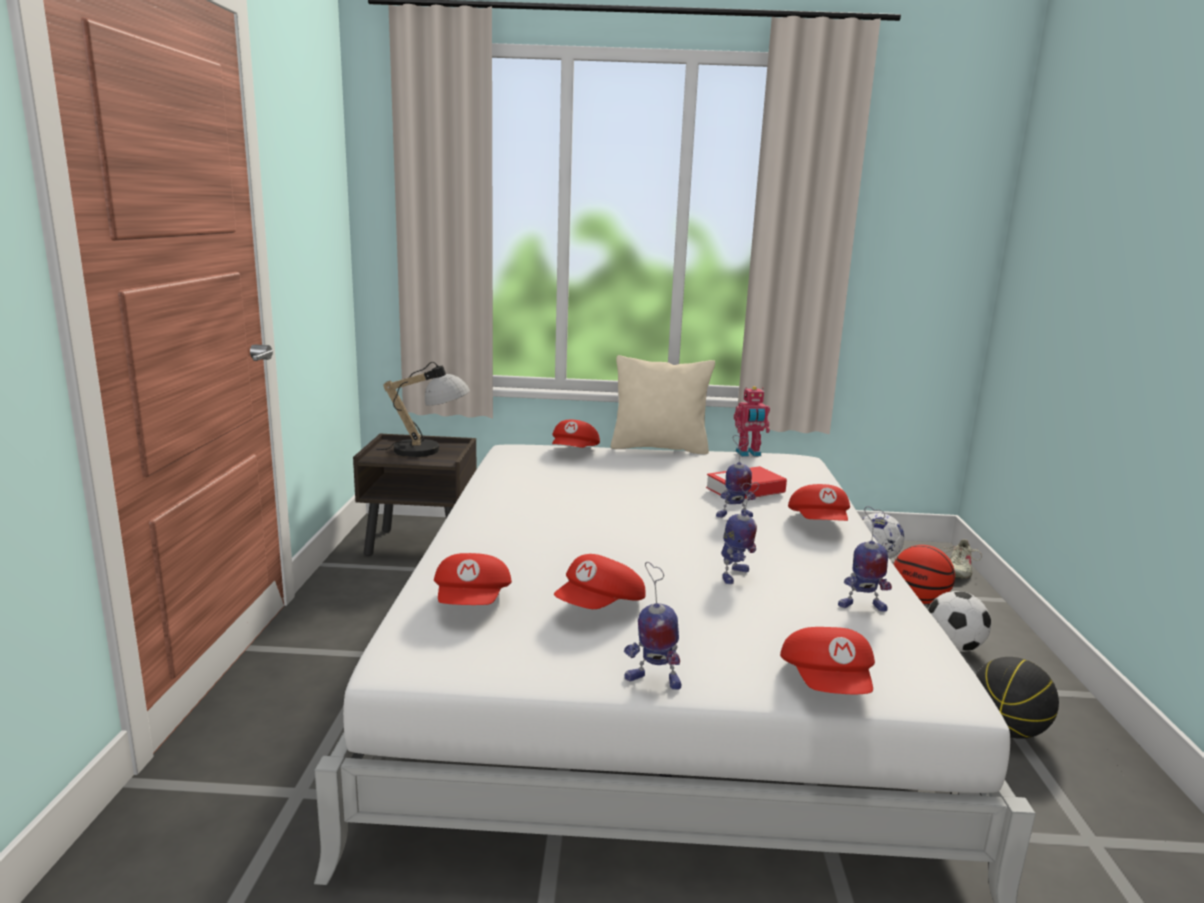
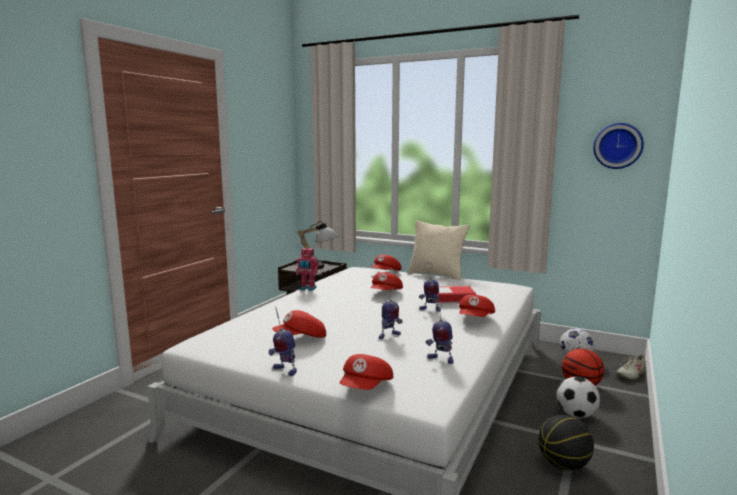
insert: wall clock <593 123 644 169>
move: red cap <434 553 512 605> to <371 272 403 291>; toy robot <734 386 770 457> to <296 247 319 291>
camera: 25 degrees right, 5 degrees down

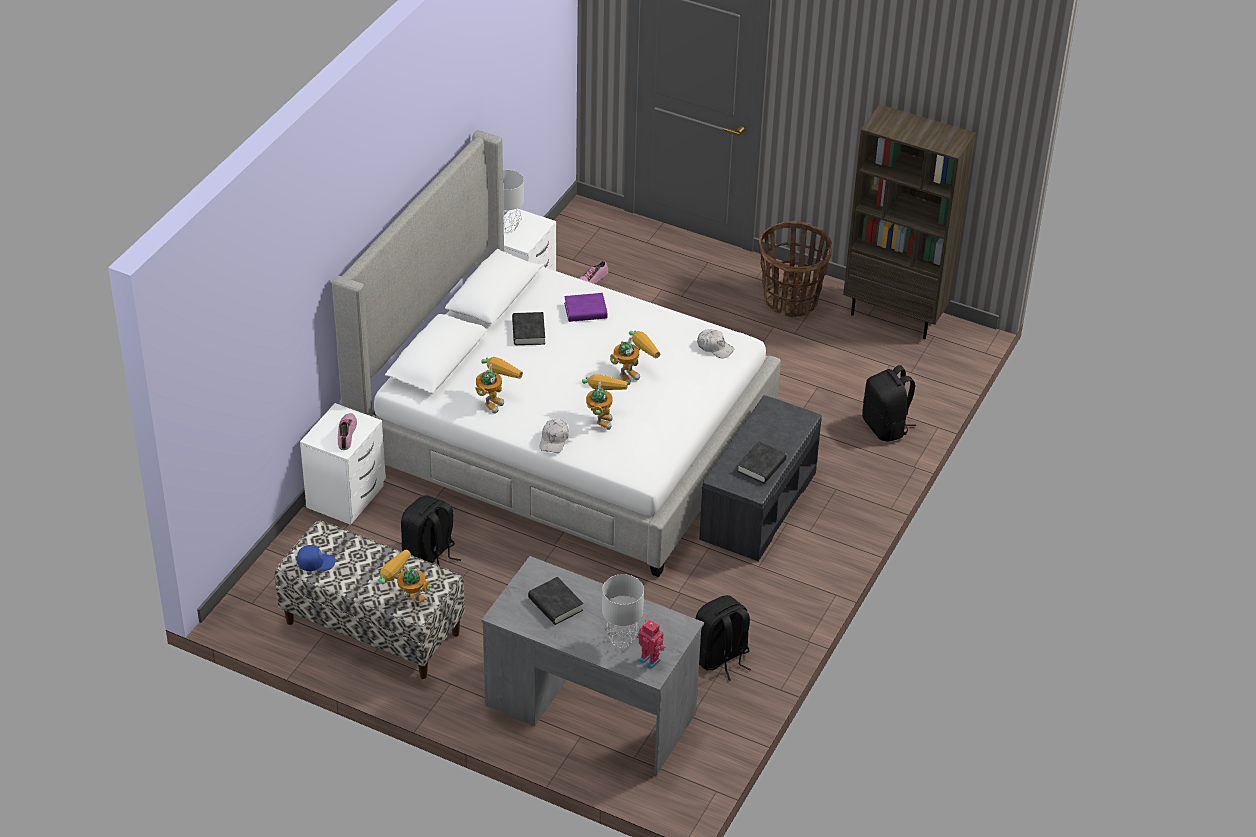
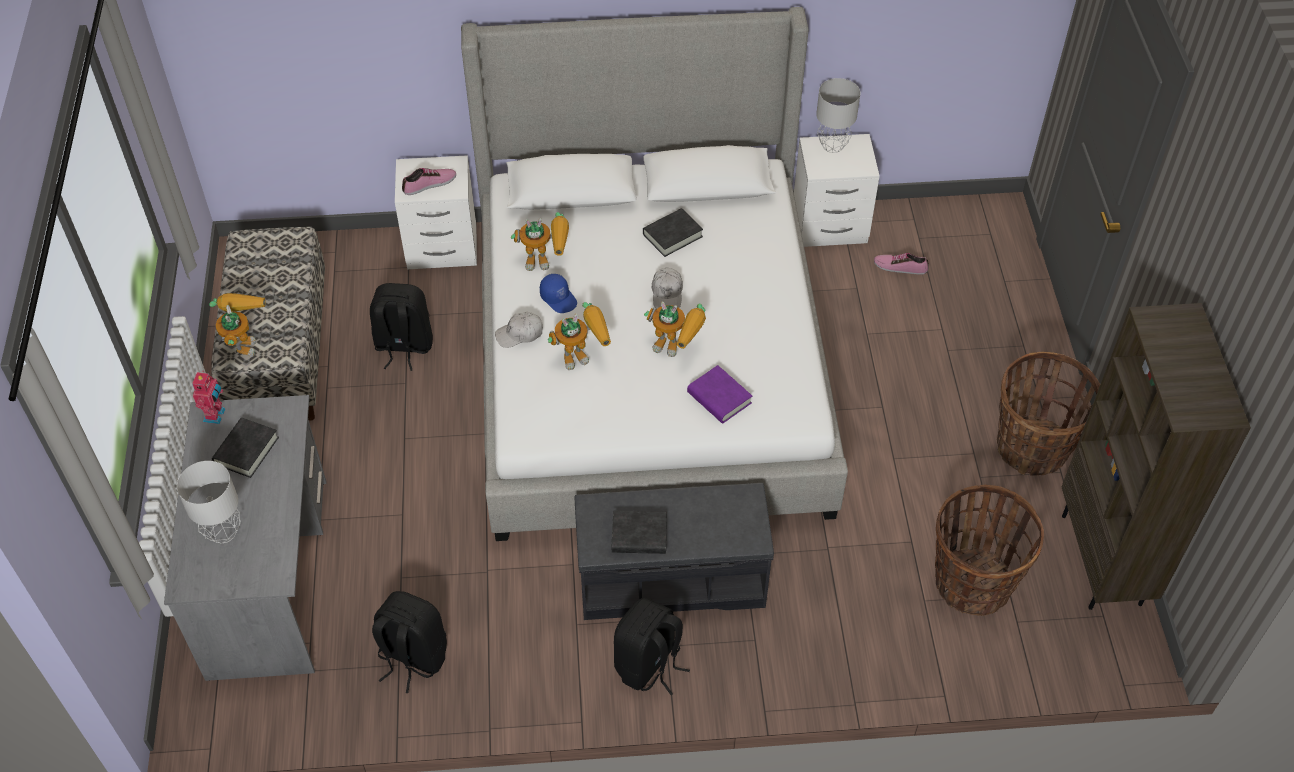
insert: basket <935 484 1044 616>
move: blue cap <297 545 336 571> to <540 274 577 313>; purple book <564 293 607 322> to <687 365 752 423>; toy robot <637 619 666 669> to <192 371 225 424>; white cap <697 329 734 359> to <651 268 683 309>; black backpack <862 365 916 441> to <614 597 690 695>
camera: 60 degrees right, 10 degrees up

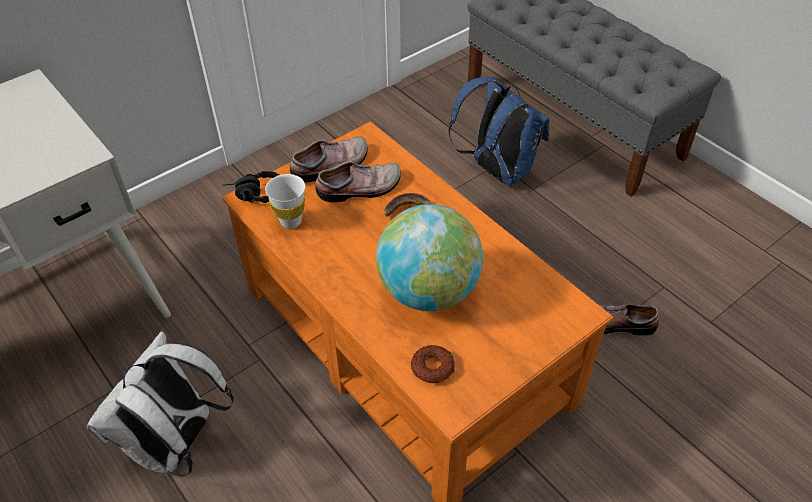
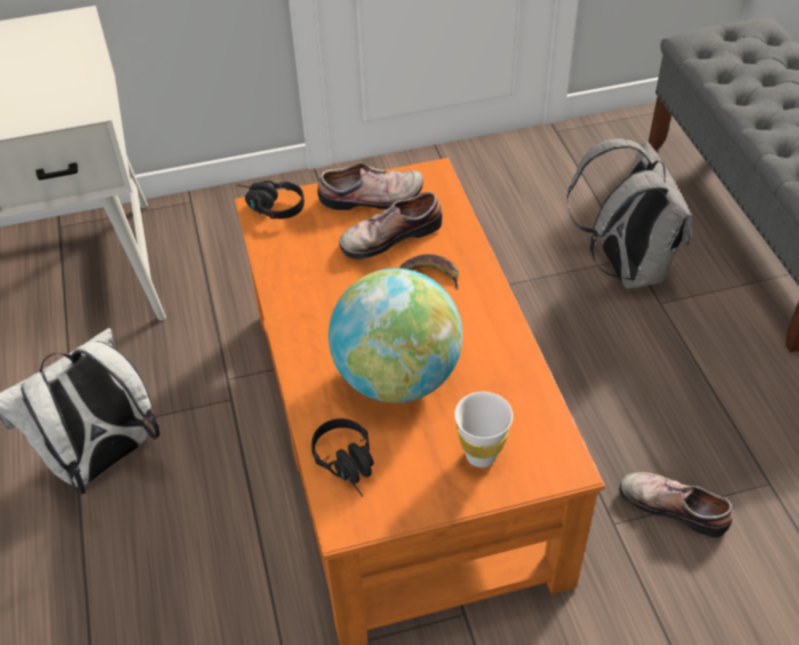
move: white cup <265 174 305 229> to <455 392 513 468>
replace: donut <411 345 454 383> to black headphones <311 419 374 497>
recolor: blue backpack <448 76 550 186> to grey backpack <567 138 692 289>
rotate: shoe <315 161 401 202> = <339 192 442 259> 150 degrees clockwise
camera: 25 degrees right, 0 degrees up

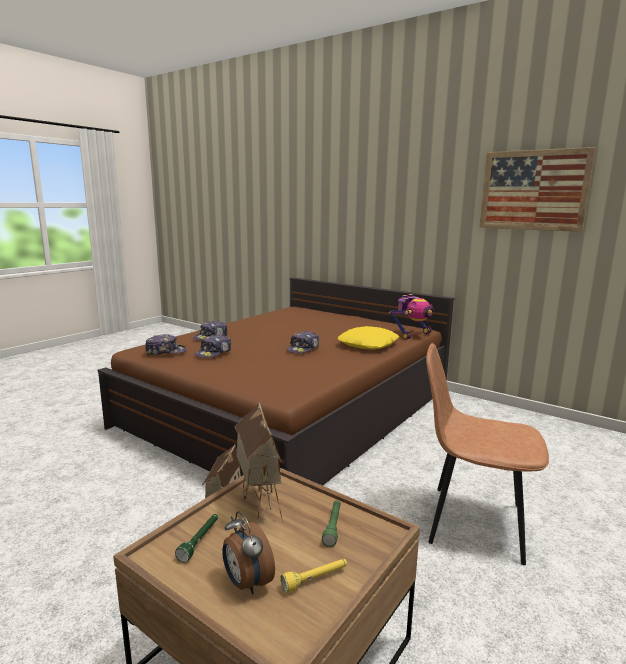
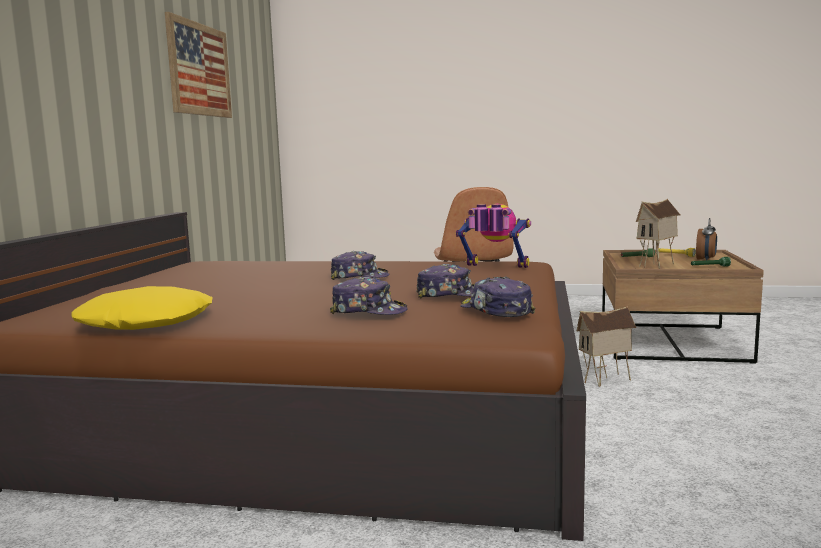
move: yellow pillow <338 326 399 350> to <71 286 212 330>; toy robot <388 294 434 340> to <455 204 531 268>
camera: 115 degrees left, 5 degrees down

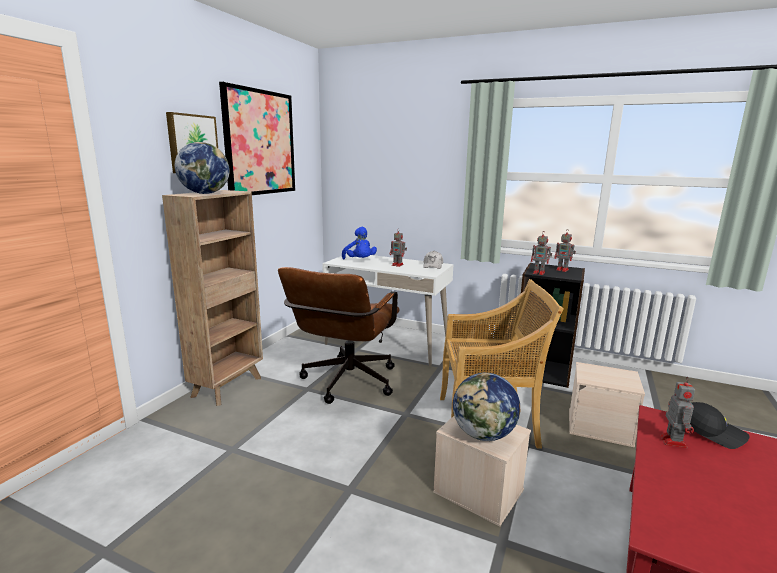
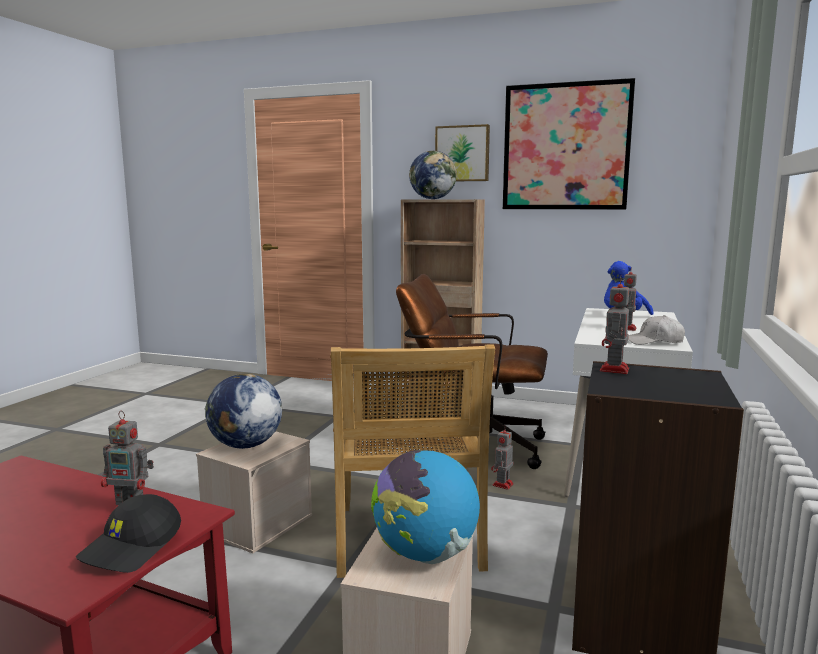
insert: globe <371 450 480 564>
move: toy robot <554 230 576 272> to <491 426 514 490>
camera: 85 degrees right, 5 degrees down

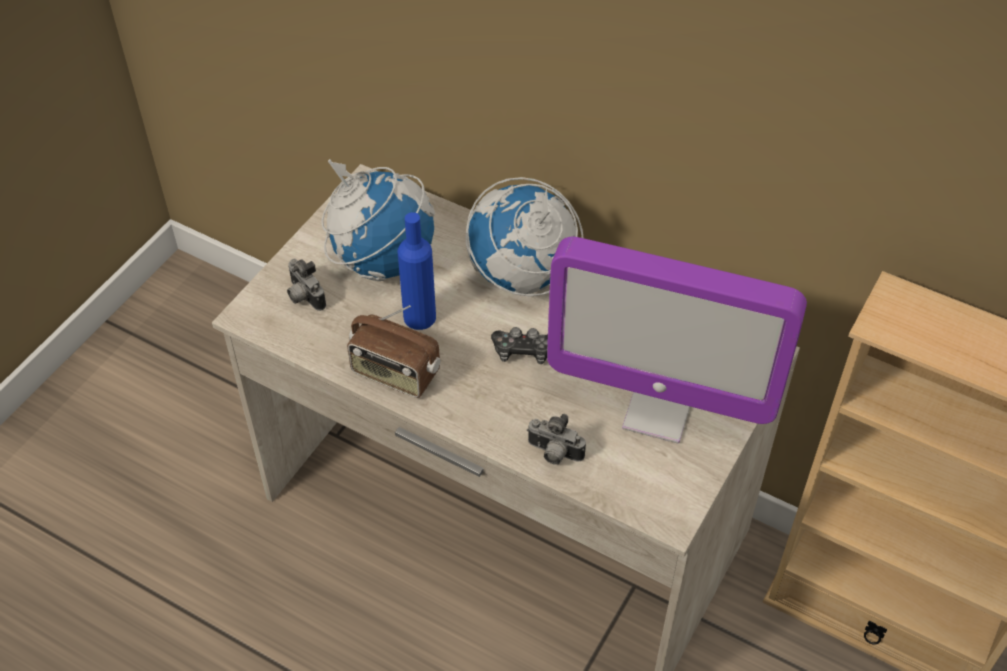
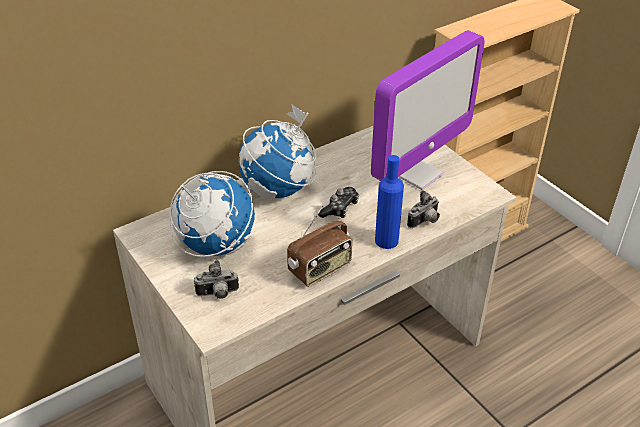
move: blue bottle <397 212 436 330> to <375 155 404 249>
camera: 65 degrees left, 10 degrees down

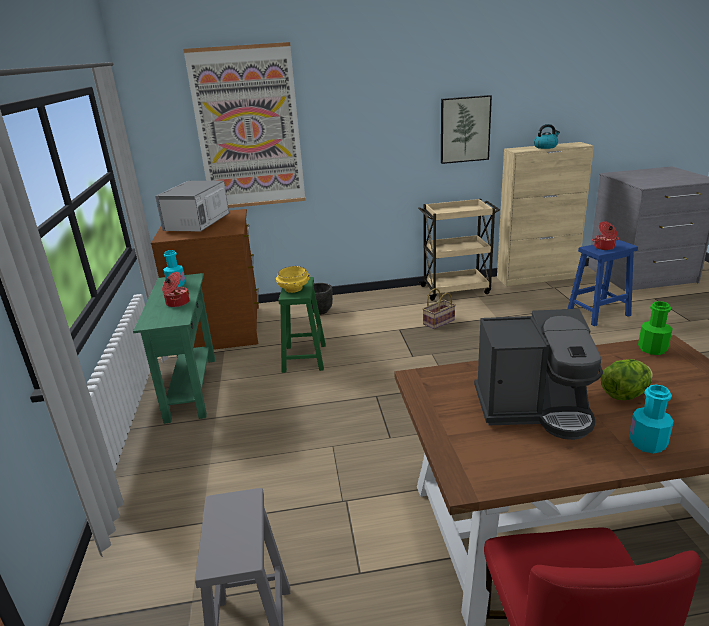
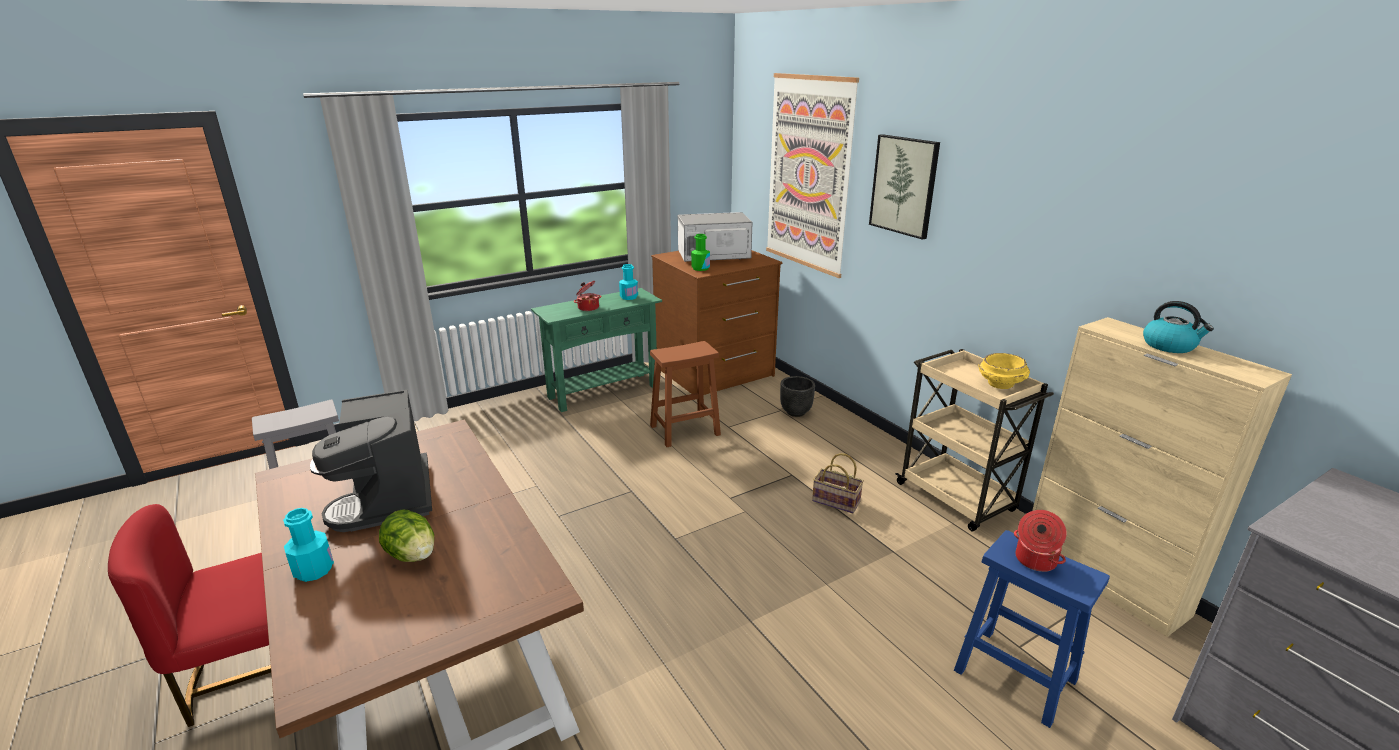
move: yellow bowl <276 266 310 293> to <978 353 1030 389>; picture <441 95 492 164> to <869 134 940 240>; green bottle <638 301 673 355> to <691 234 710 271>
recolor: green stool <279 277 326 373> to brown stool <650 341 721 447>
camera: 65 degrees right, 0 degrees up

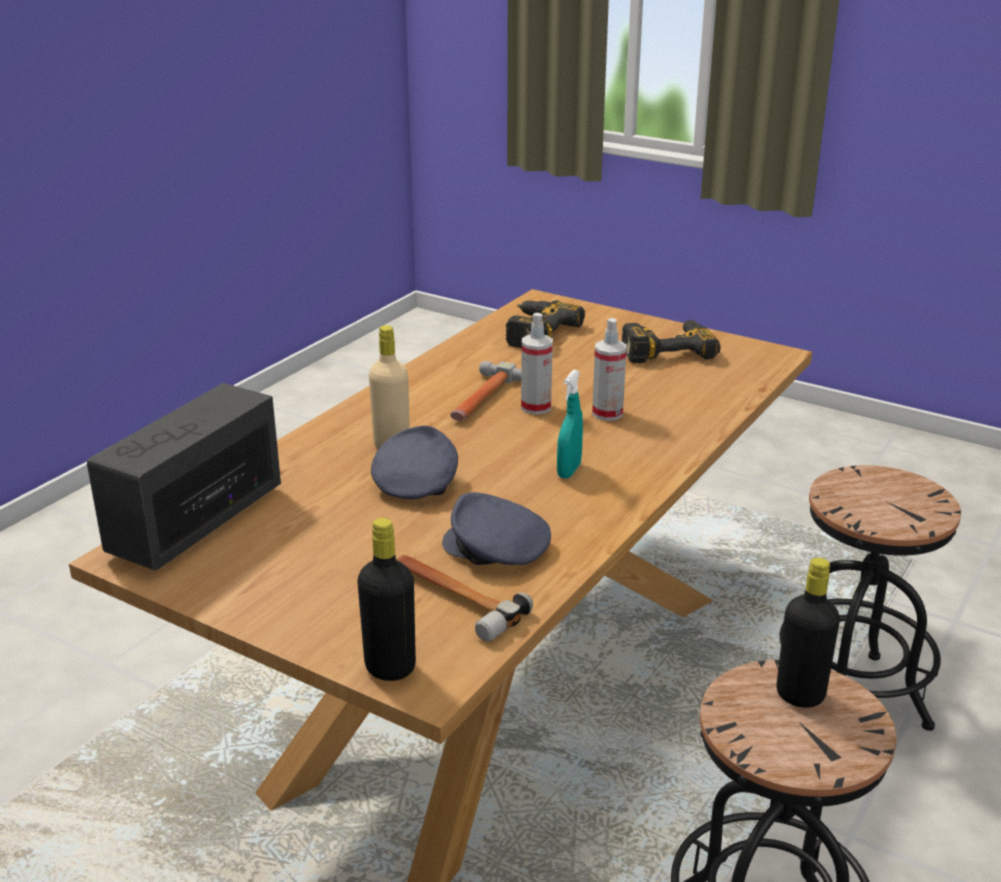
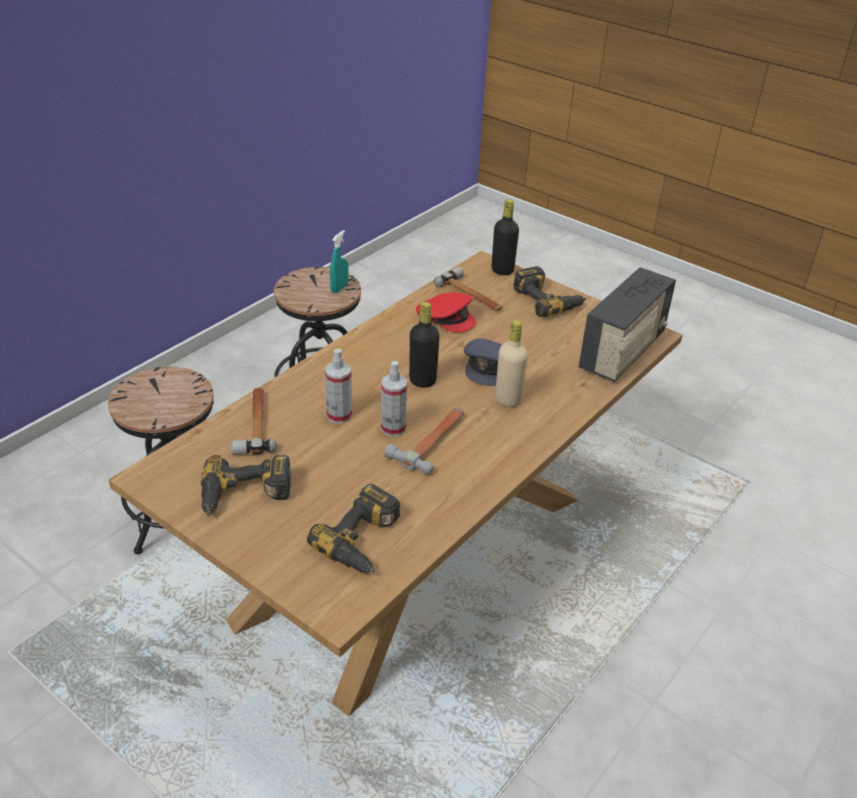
insert: hammer <231 388 277 455>; power drill <513 266 587 317>
move: turquoise spray bottle <557 369 583 479> to <330 230 349 293>; black bottle <776 558 840 708> to <409 302 440 388>
recolor: grey cap <442 492 551 565> to red cap <416 292 476 333>
camera: 175 degrees left, 10 degrees up

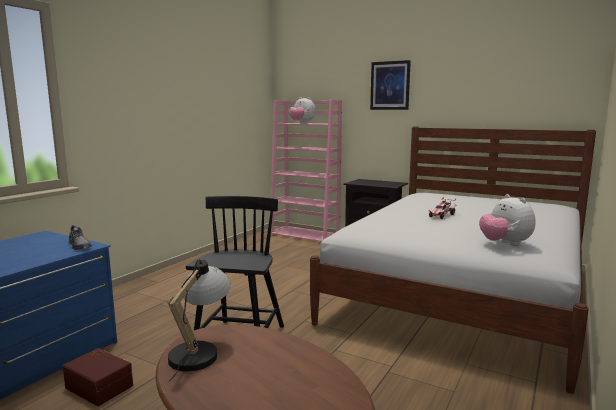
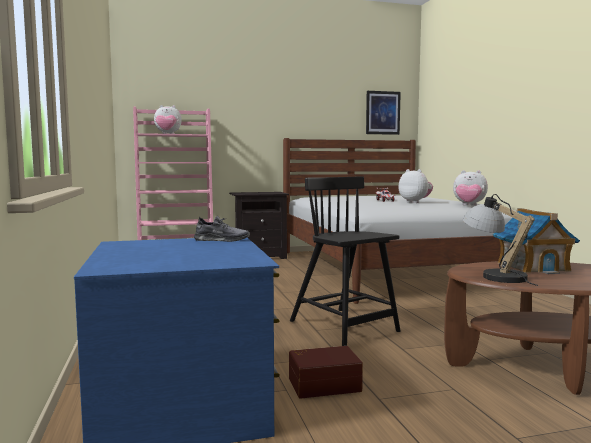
insert: plush toy <398 169 433 203>; toy house <493 208 580 274>
move: picture <370 60 411 110> to <366 91 401 135>
camera: 45 degrees left, 5 degrees down

